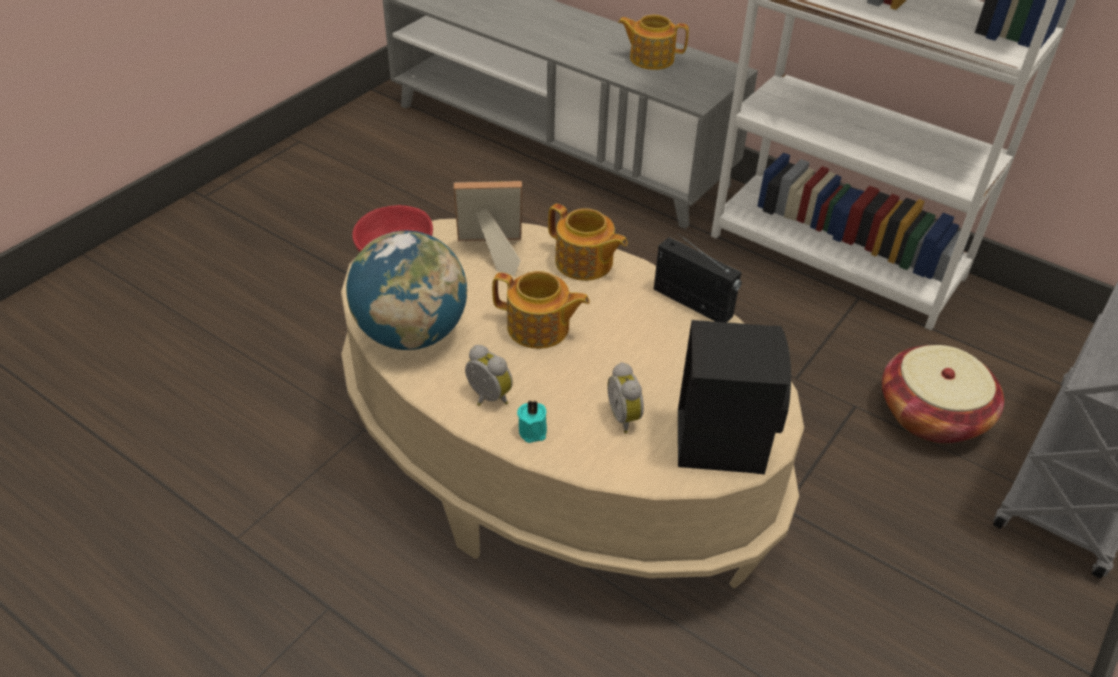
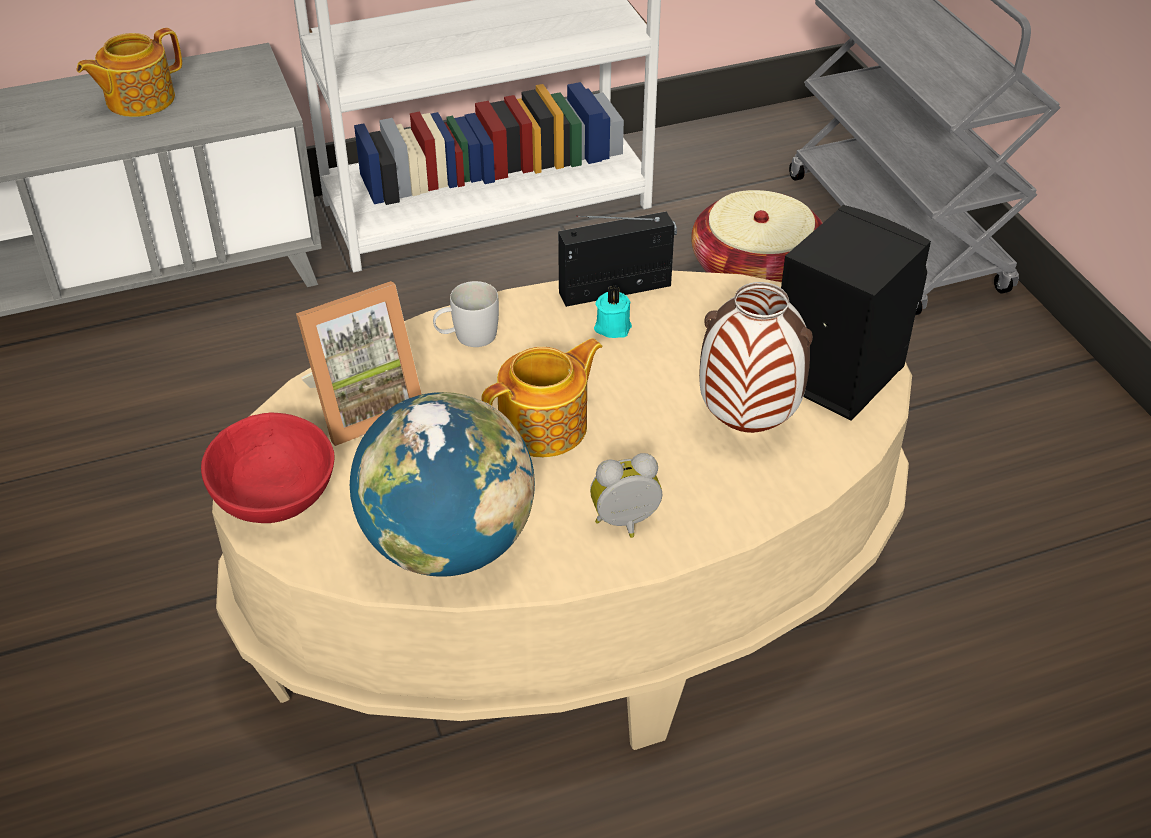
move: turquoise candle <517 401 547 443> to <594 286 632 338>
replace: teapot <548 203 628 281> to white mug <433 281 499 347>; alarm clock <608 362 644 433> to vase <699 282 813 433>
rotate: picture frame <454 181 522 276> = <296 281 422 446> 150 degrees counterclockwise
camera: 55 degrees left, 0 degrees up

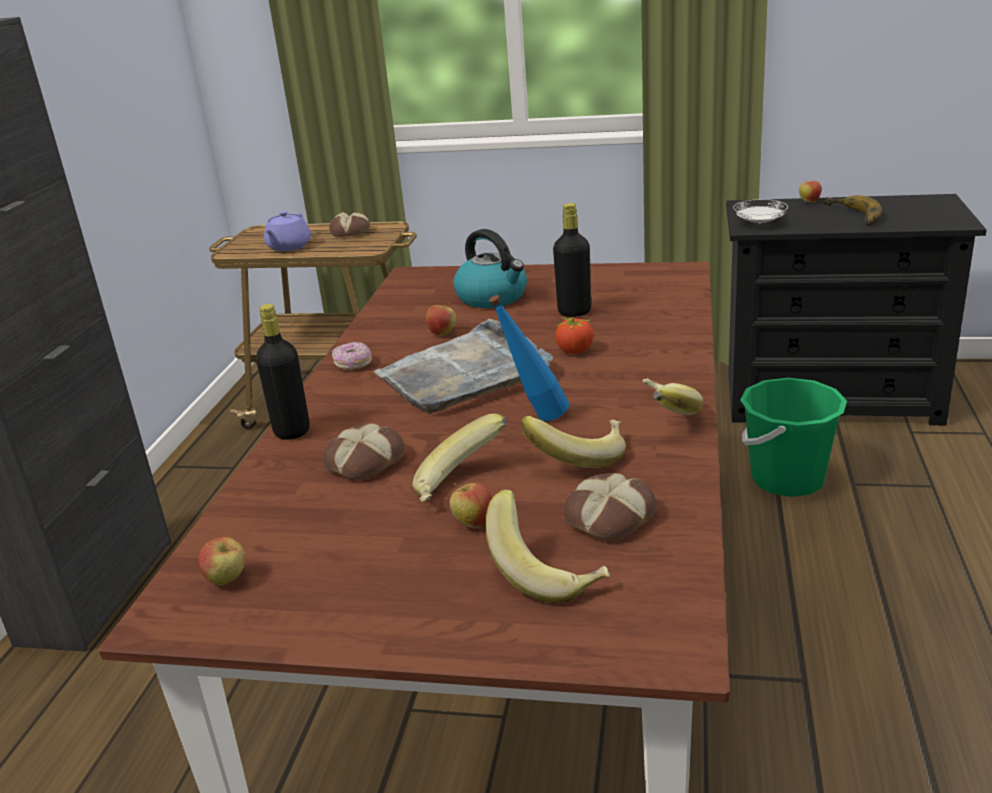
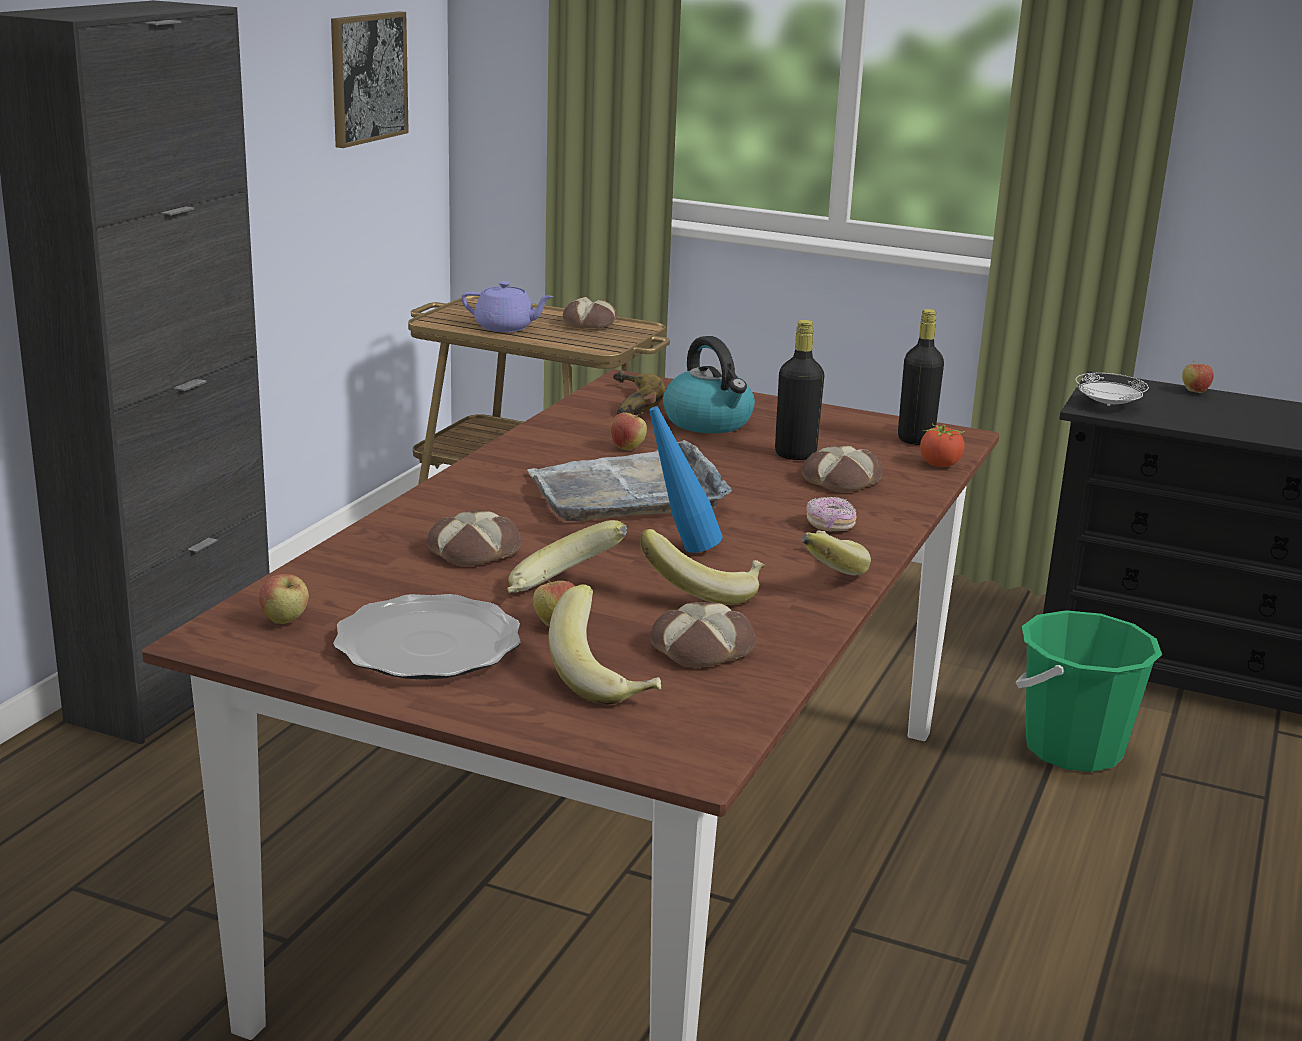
insert: picture <331 11 409 148>; plate <333 594 521 680>; bread <802 445 883 492>
move: black bottle <256 304 310 440> to <898 309 944 445>; donut <332 342 372 370> to <806 497 856 531>; tomato <555 317 594 354> to <920 423 966 467>; banana <824 195 882 226> to <613 371 666 415>
rotate: purple teapot <264 211 311 251> = <461 281 554 332> 105 degrees counterclockwise
camera: 10 degrees right, 5 degrees down

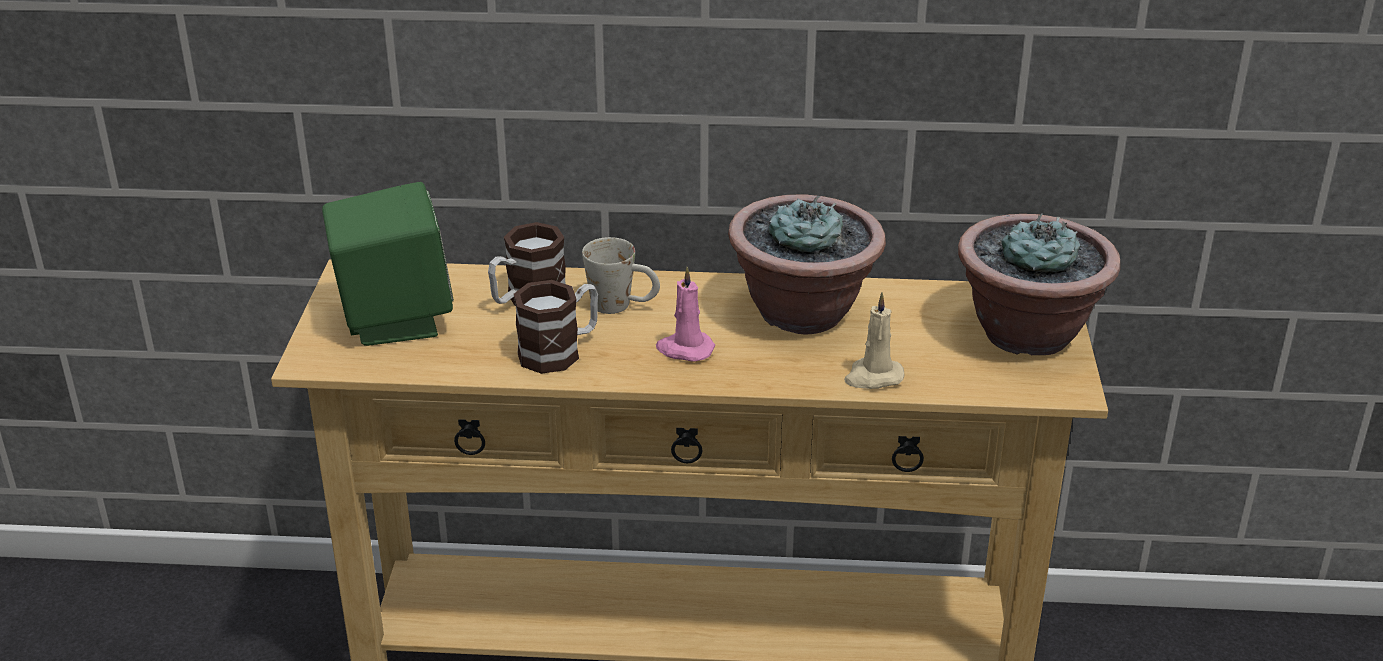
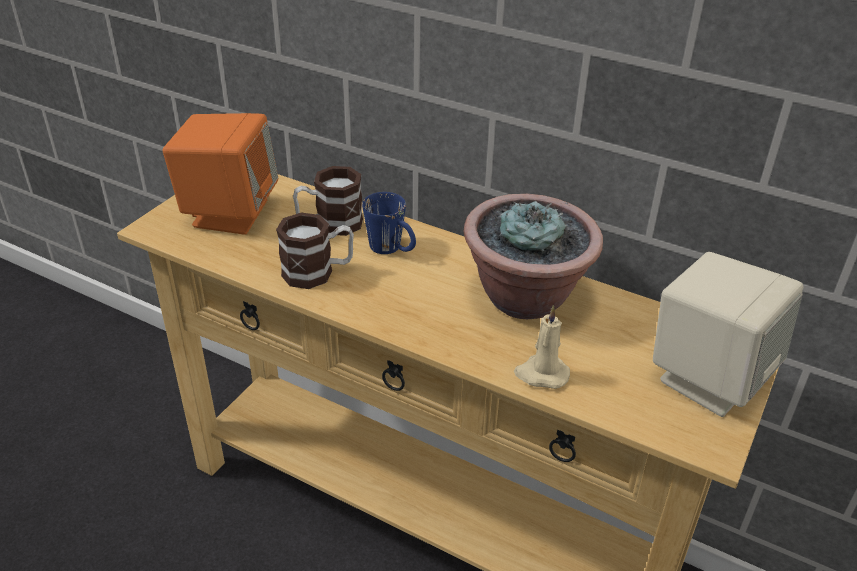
delete: pink candle <656 267 715 362>
replace: potted plant <958 214 1120 355> to beige speaker <653 252 803 417>
recolor: green speaker <322 182 454 346> to orange speaker <163 113 278 235>; white mug <582 237 660 314> to blue mug <362 192 416 254>
camera: 25 degrees right, 5 degrees up

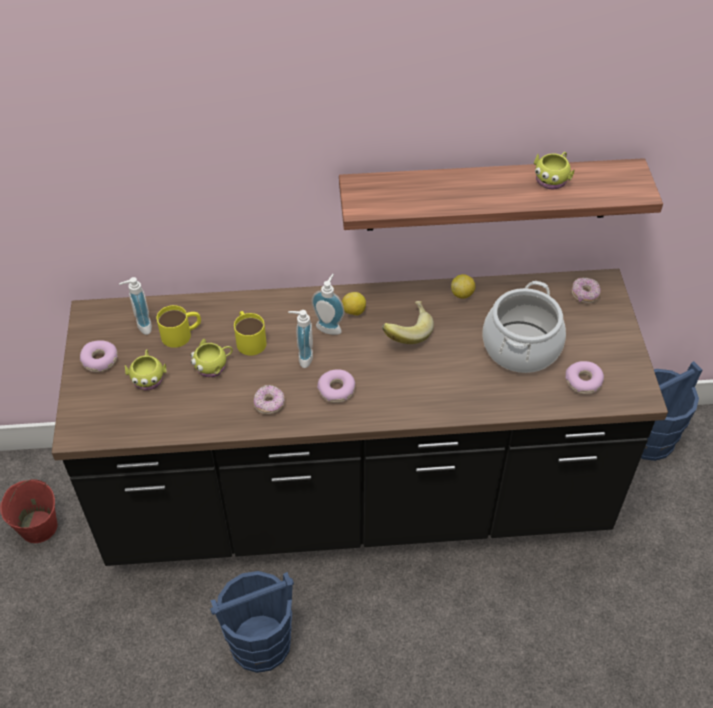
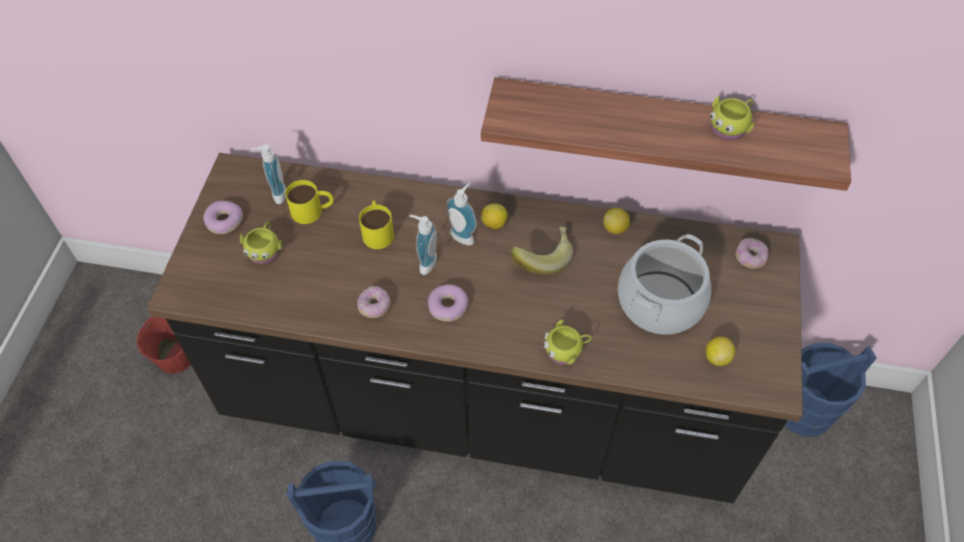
move: yellow mug <191 339 233 377> to <543 320 592 365>
replace: donut <565 361 604 394> to lemon <706 337 736 366>
camera: 15 degrees right, 5 degrees up

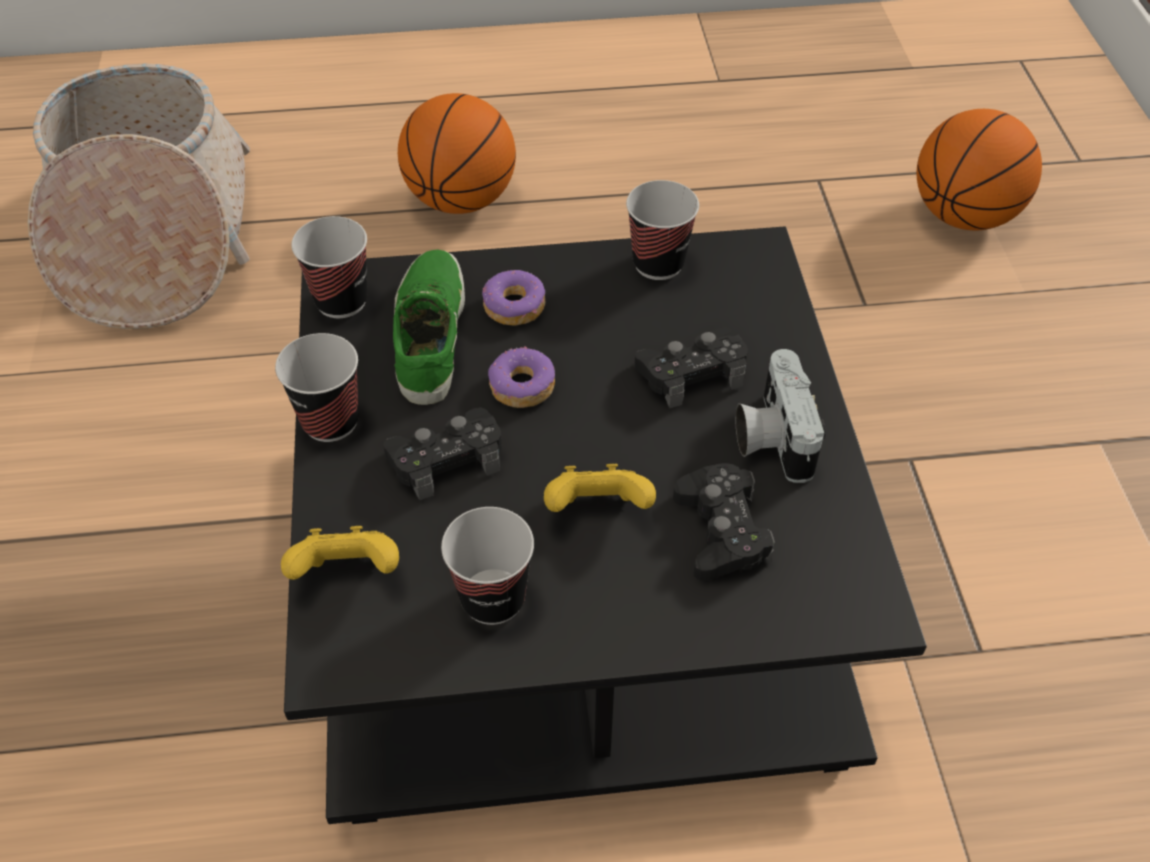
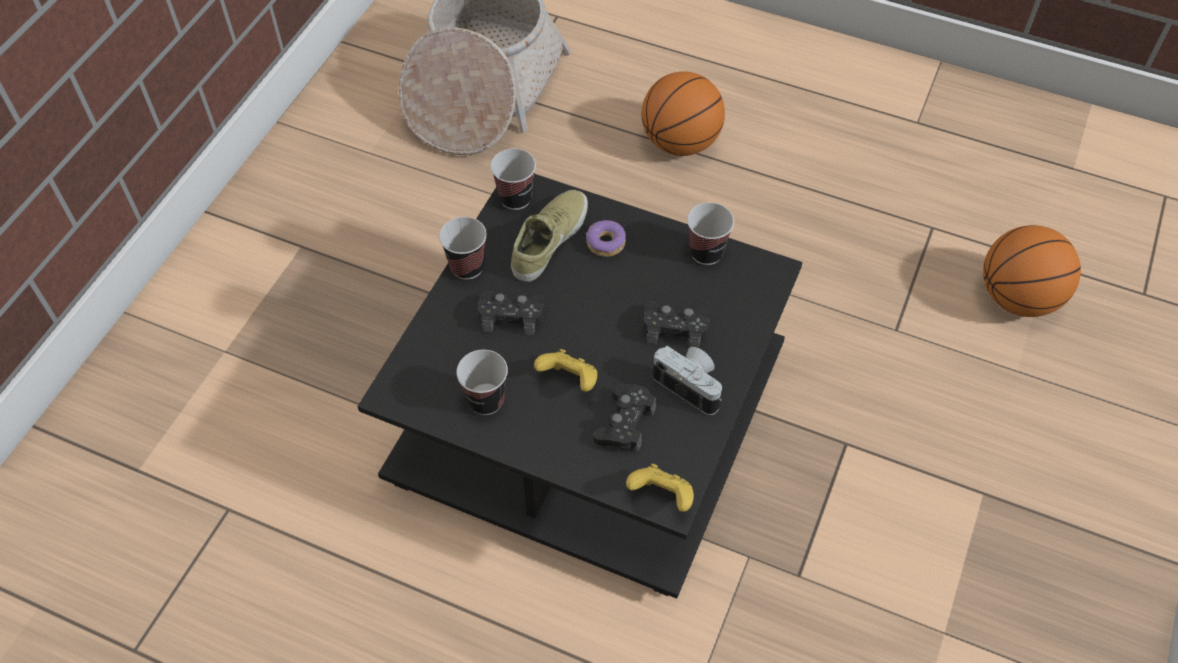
delete: donut <488 347 555 408>
move: yellow game controller <281 526 399 580> to <626 464 694 512>
recolor: green shoe <393 250 465 405> to beige shoe <511 190 588 282>
rotate: photo camera <736 349 826 483> = <653 346 722 415> 105 degrees clockwise
camera: 30 degrees right, 5 degrees up

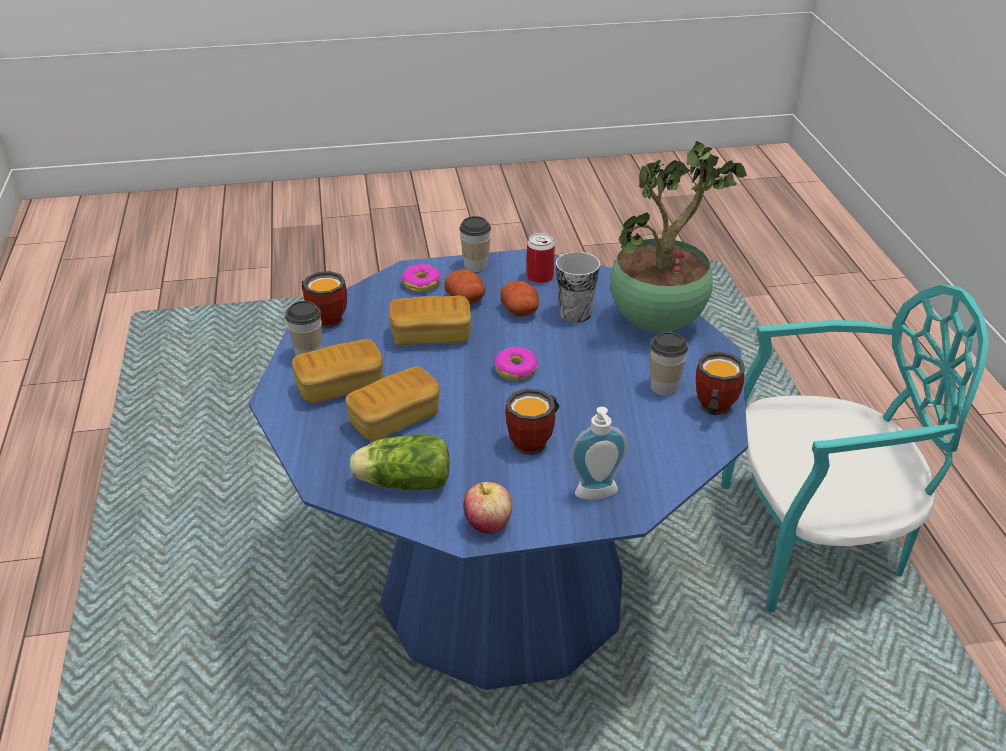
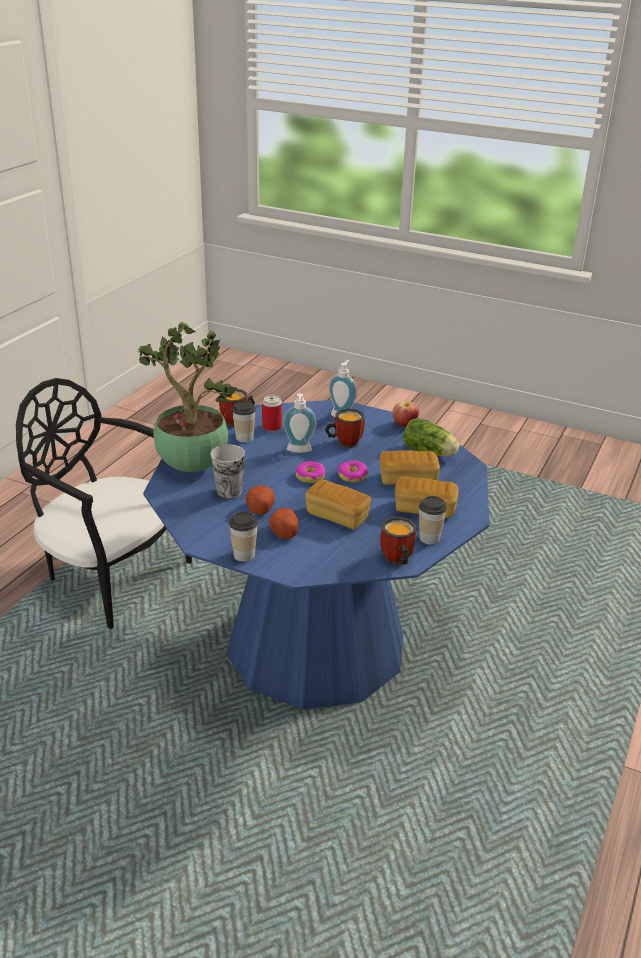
insert: soap dispenser <283 393 316 453>
move: donut <402 264 441 292> to <338 460 368 482>; can <527 233 555 283> to <262 395 282 432>
recolor: turquoise chair <721 285 989 612> to black chair <16 378 192 629>
camera: 145 degrees left, 5 degrees down

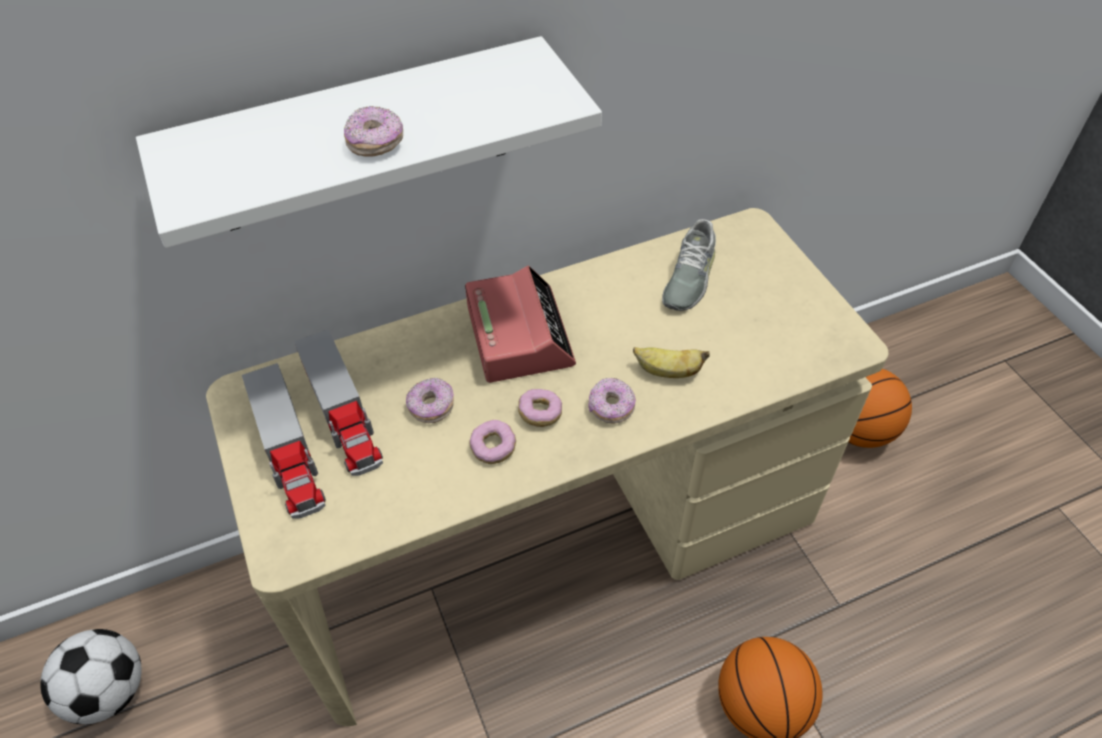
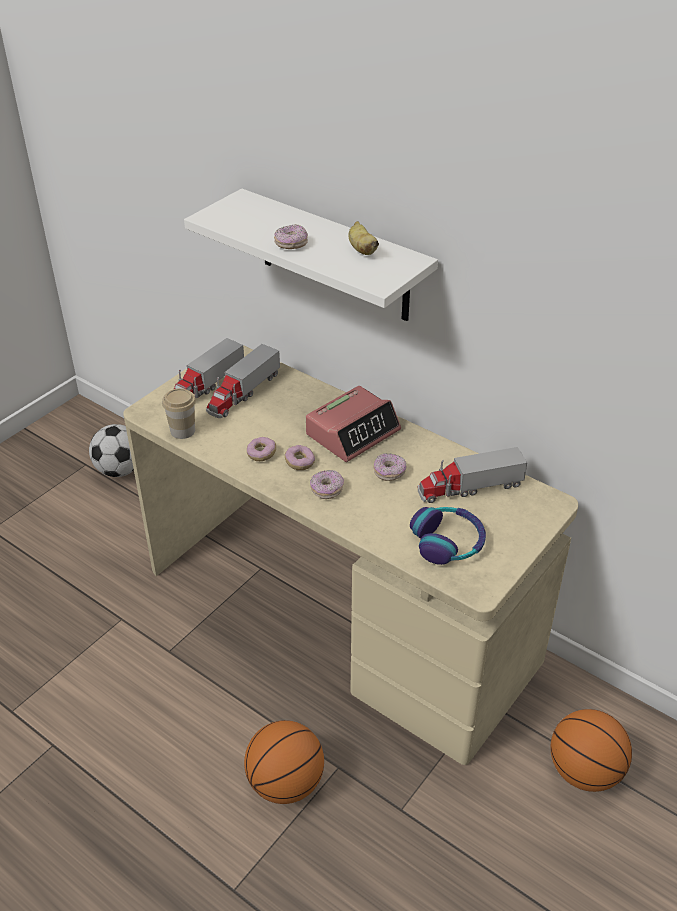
insert: cup <162 388 196 439>; headphones <410 507 486 565>
move: donut <406 378 454 423> to <374 453 407 481>; banana <633 347 710 378> to <349 221 379 255>
replace: grey shoe <662 219 716 311> to toy truck <418 447 527 503>
camera: 60 degrees right, 10 degrees down

